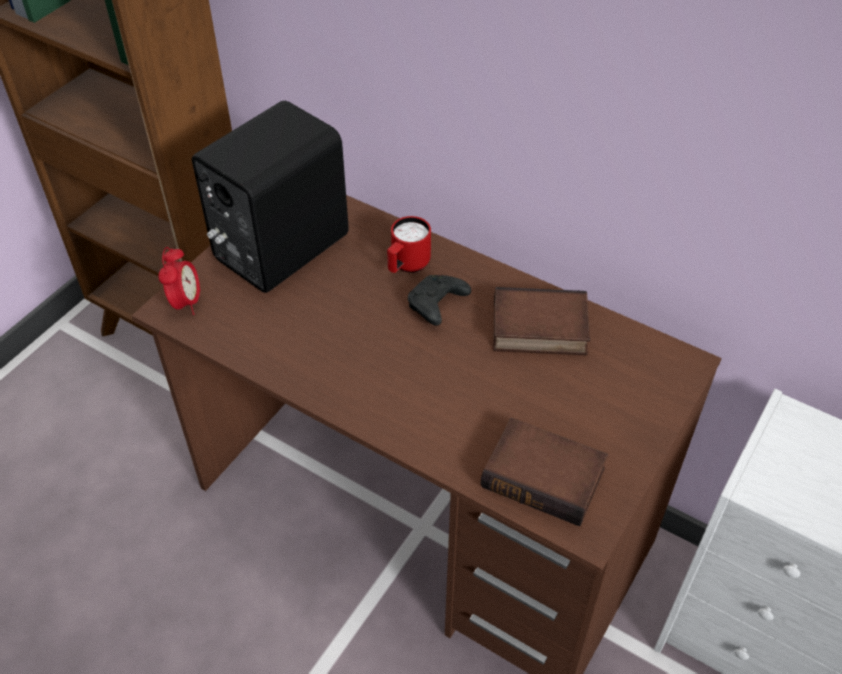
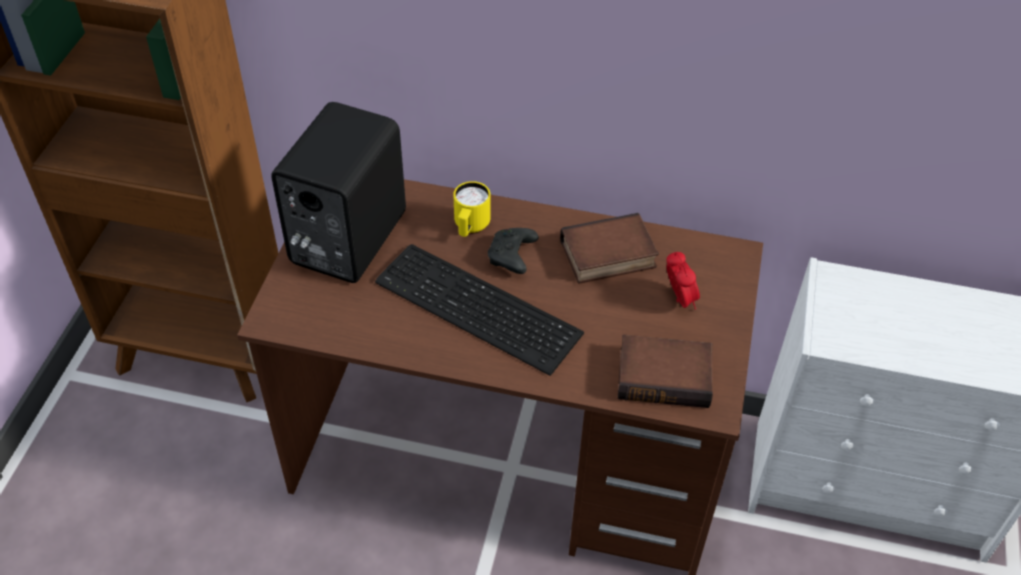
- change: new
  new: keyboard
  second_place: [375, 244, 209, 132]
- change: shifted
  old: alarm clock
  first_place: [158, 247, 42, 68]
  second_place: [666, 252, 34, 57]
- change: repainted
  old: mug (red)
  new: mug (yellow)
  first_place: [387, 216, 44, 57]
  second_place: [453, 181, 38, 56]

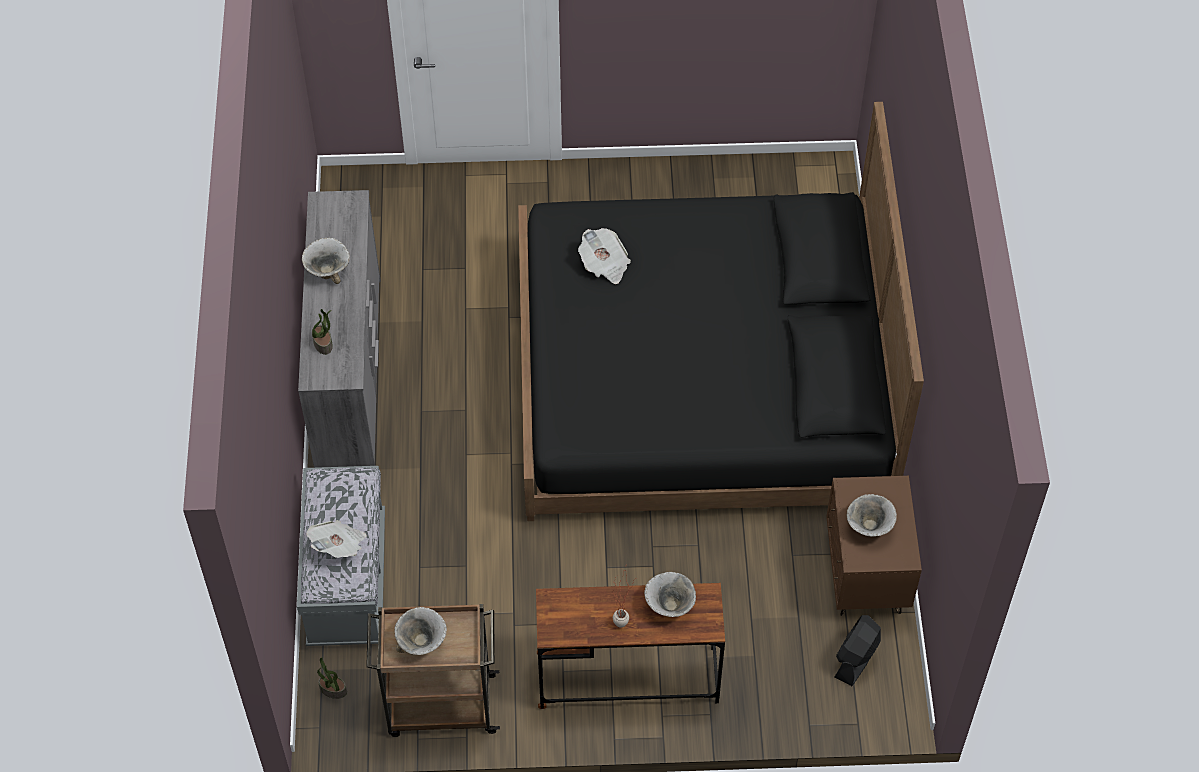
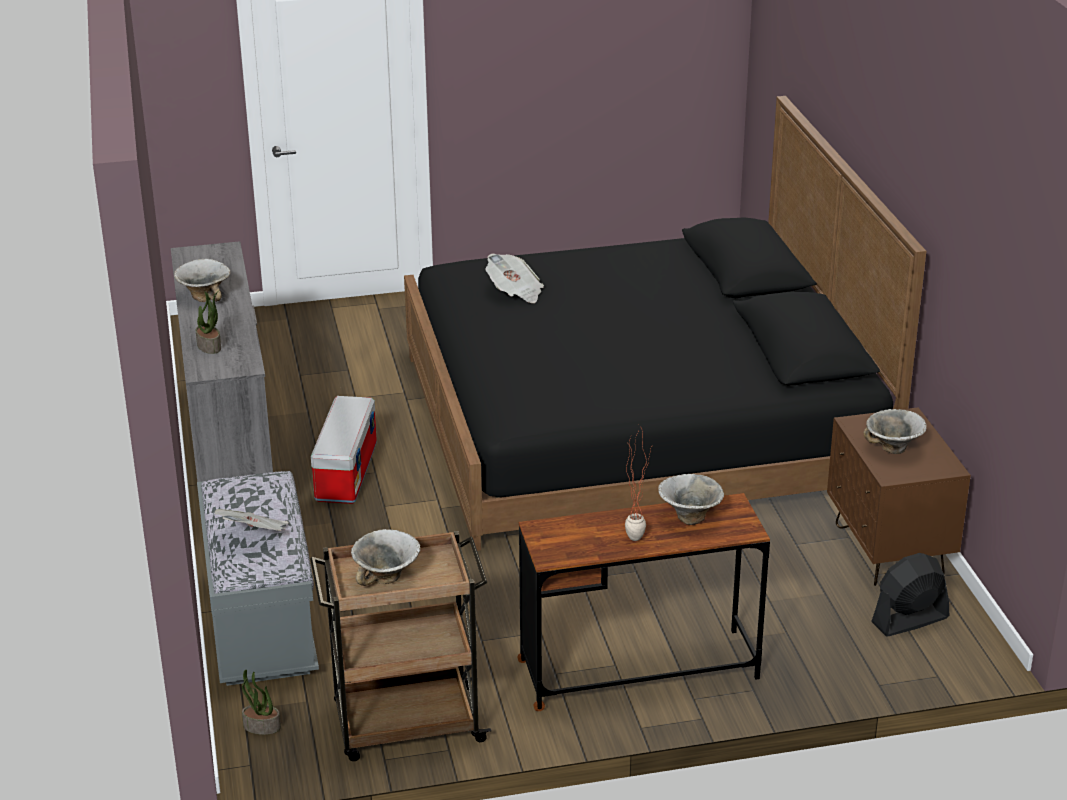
- change: new
  new: storage box
  second_place: [311, 396, 66, 108]
- change: rotated
  old: fan (black)
  first_place: [835, 615, 46, 71]
  second_place: [871, 553, 78, 83]
  degrees: 45

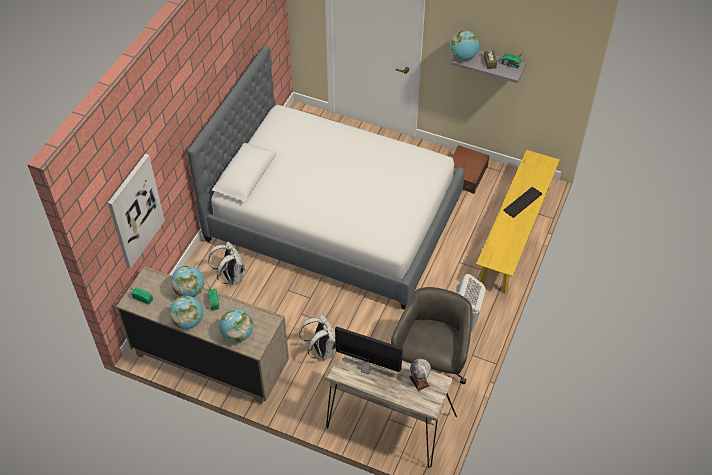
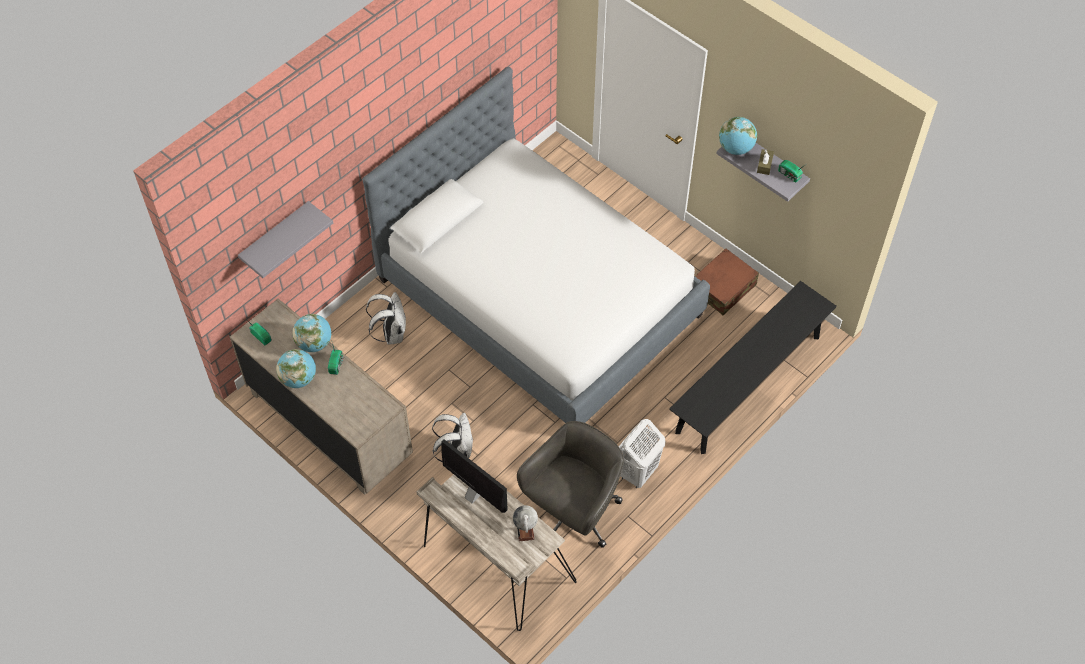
- change: gone
  old: globe
  first_place: [219, 308, 35, 34]
- change: gone
  old: keyboard
  first_place: [503, 187, 39, 31]
- change: swapped
  old: picture
  new: shelf (grey)
  first_place: [108, 154, 57, 115]
  second_place: [238, 201, 95, 77]
- change: repainted
  old: bench (yellow)
  new: bench (black)
  first_place: [476, 150, 84, 144]
  second_place: [669, 281, 168, 173]

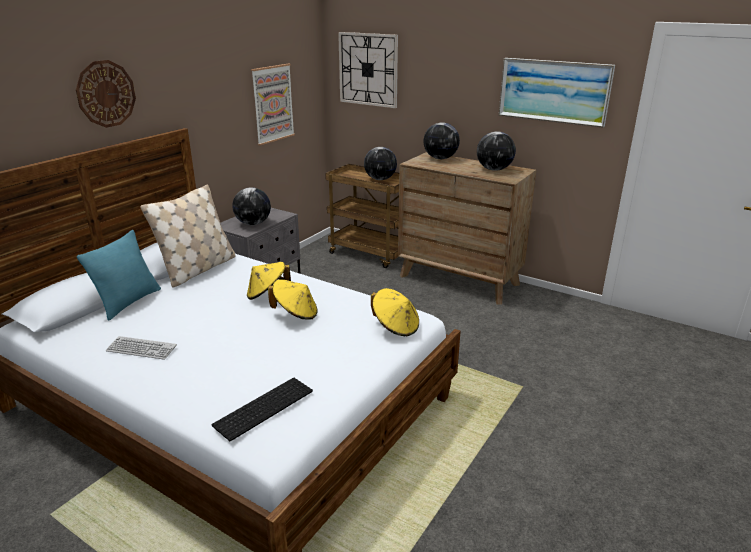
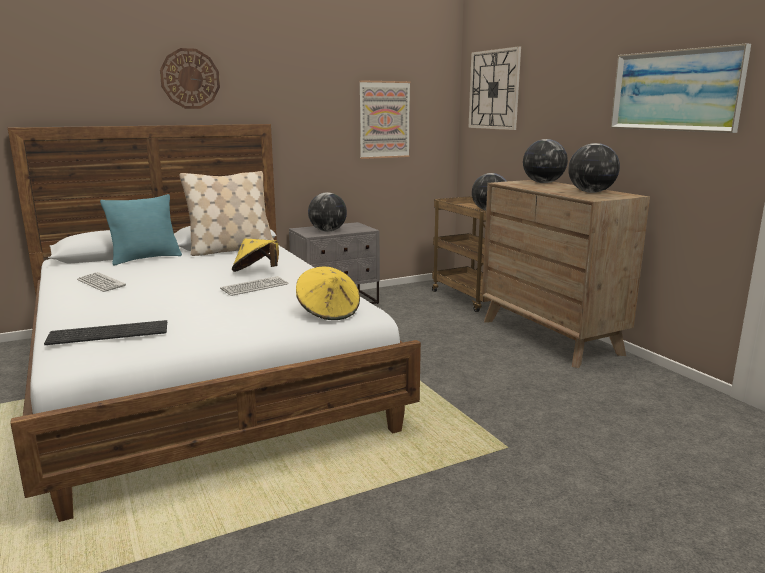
- change: swapped
  old: hat (yellow)
  new: keyboard
  first_place: [268, 279, 50, 41]
  second_place: [220, 276, 69, 20]

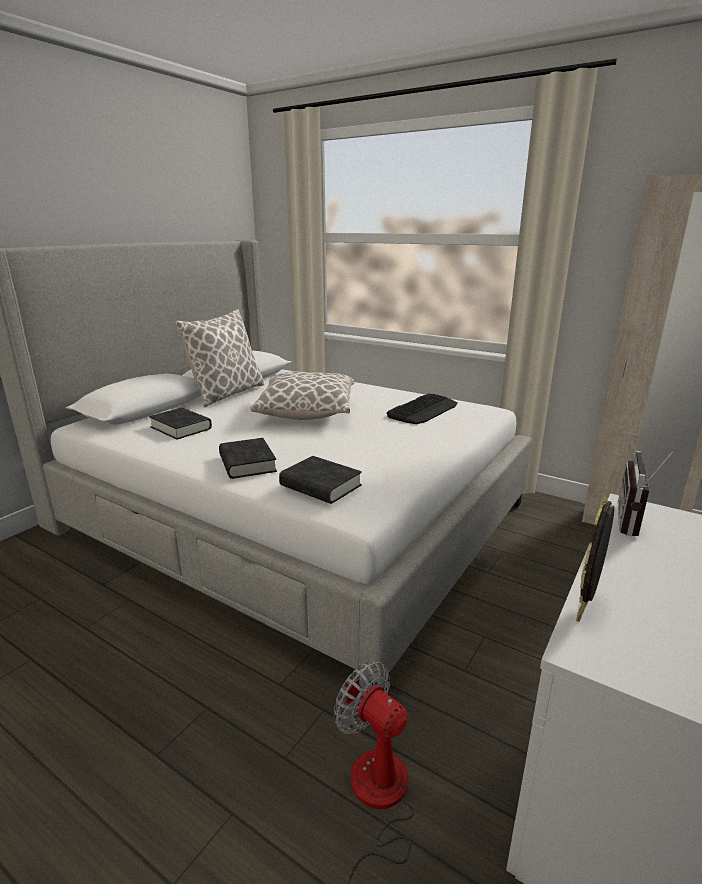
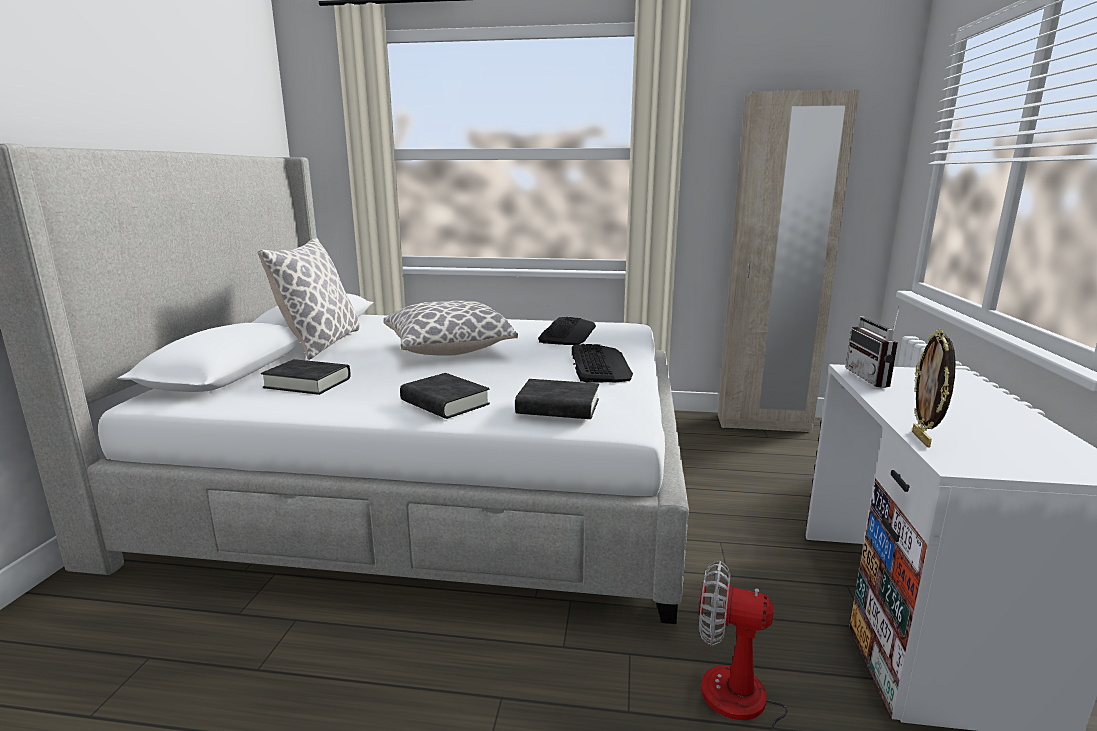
- change: new
  new: keyboard
  second_place: [572, 344, 61, 39]

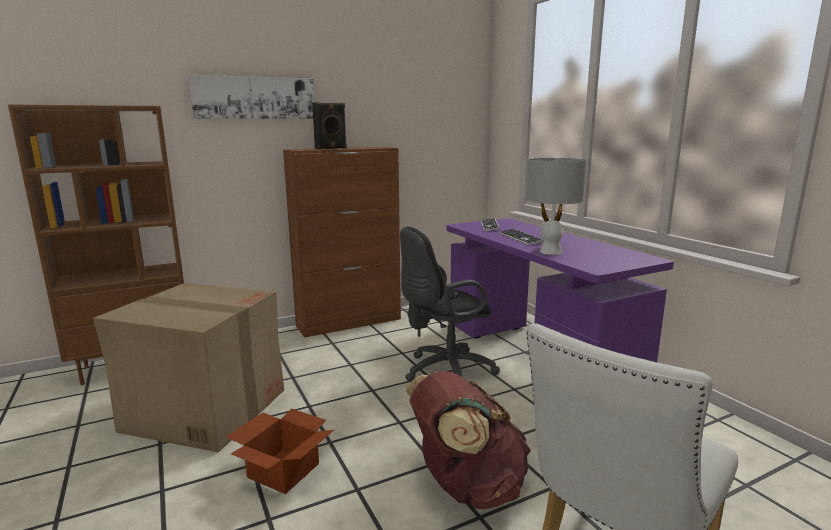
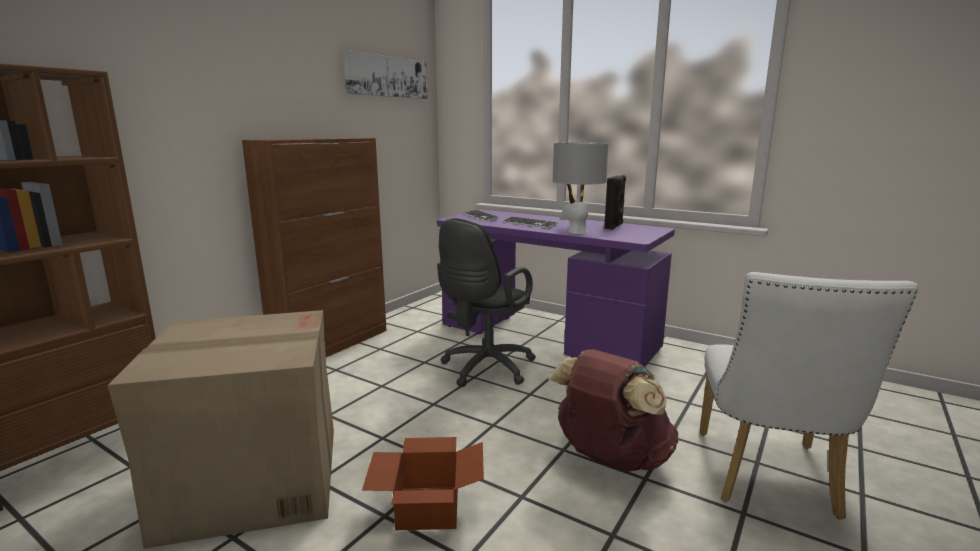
- change: shifted
  old: picture
  first_place: [188, 75, 126, 44]
  second_place: [343, 50, 84, 49]
- change: shifted
  old: speaker (black)
  first_place: [312, 102, 35, 47]
  second_place: [604, 175, 22, 55]

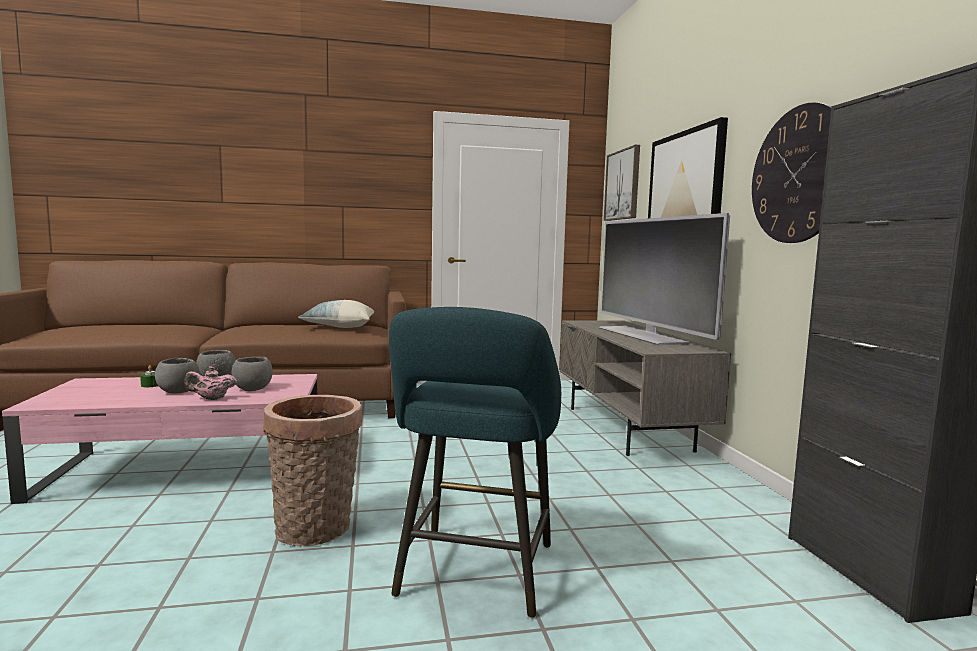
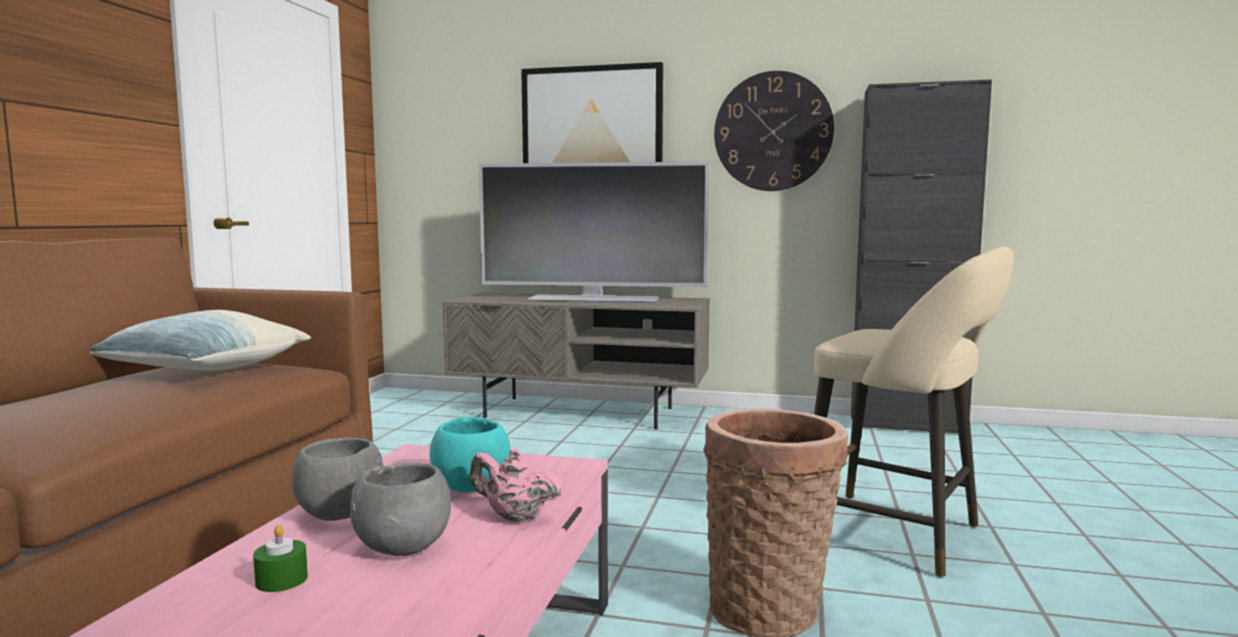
- change: gone
  old: picture
  first_place: [604, 145, 36, 76]
- change: repainted
  old: bowl (grey)
  new: bowl (turquoise)
  first_place: [232, 357, 41, 34]
  second_place: [430, 417, 81, 76]
- change: repainted
  old: stool (turquoise)
  new: stool (beige)
  first_place: [389, 307, 172, 311]
  second_place: [814, 247, 200, 331]
- change: rotated
  old: teapot (pink)
  first_place: [184, 366, 53, 34]
  second_place: [470, 448, 93, 75]
  degrees: 105

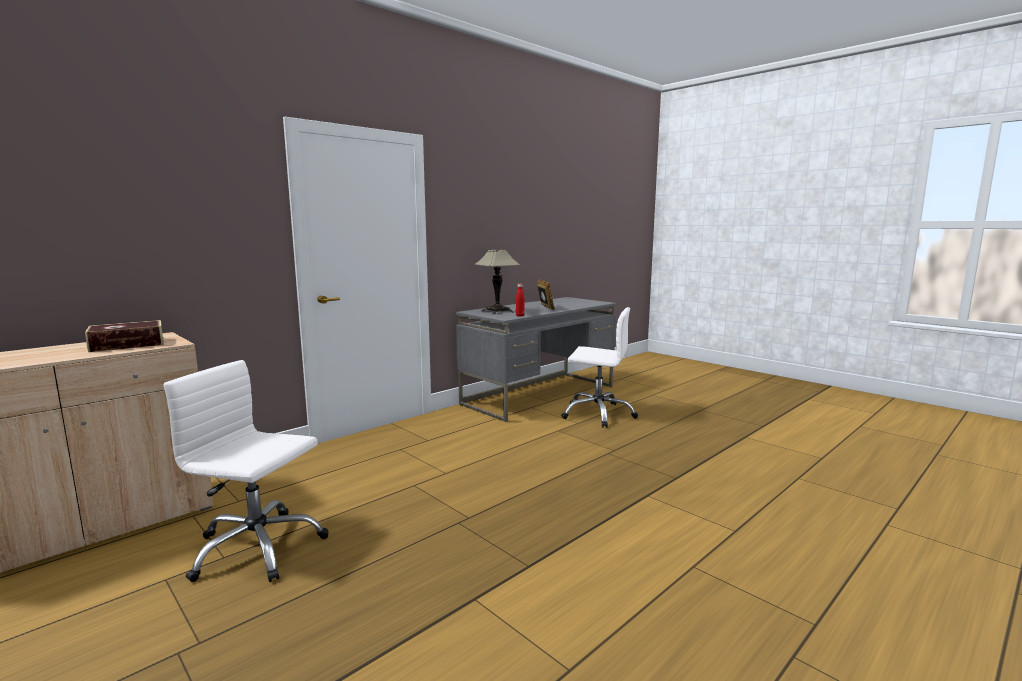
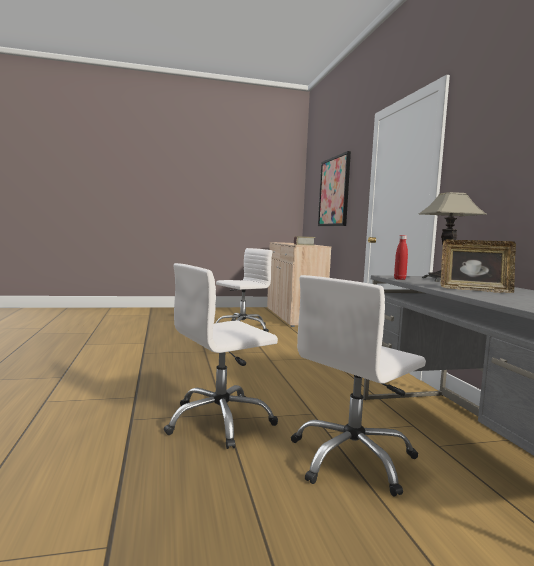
- change: new
  new: office chair (white)
  second_place: [164, 263, 114, 186]
- change: new
  new: picture
  second_place: [318, 151, 33, 75]

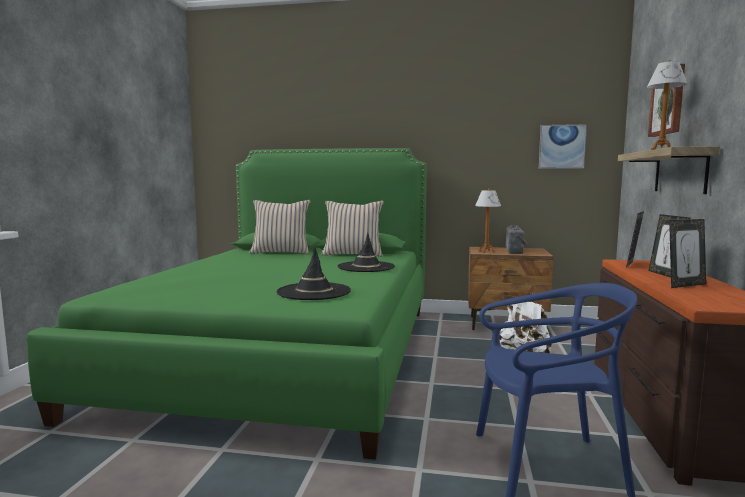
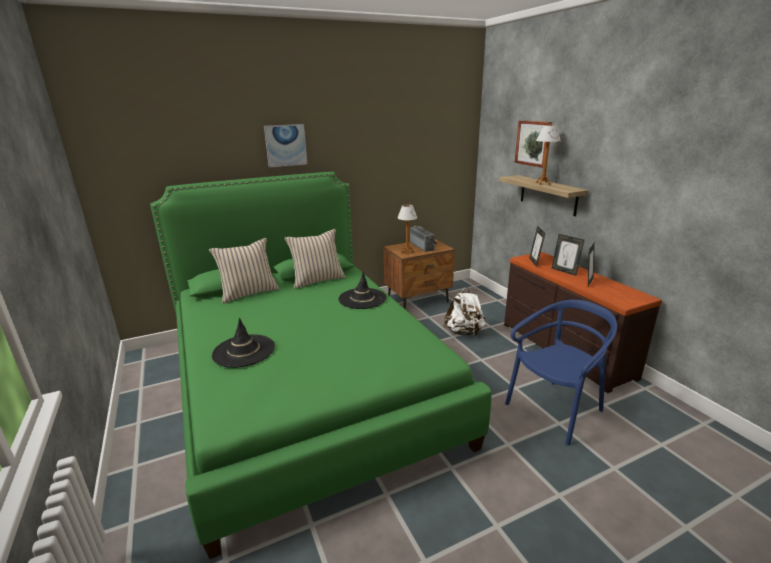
- change: shifted
  old: hat (black)
  first_place: [276, 247, 75, 53]
  second_place: [212, 318, 63, 50]
- change: shifted
  old: picture
  first_place: [539, 124, 48, 45]
  second_place: [264, 124, 44, 44]

